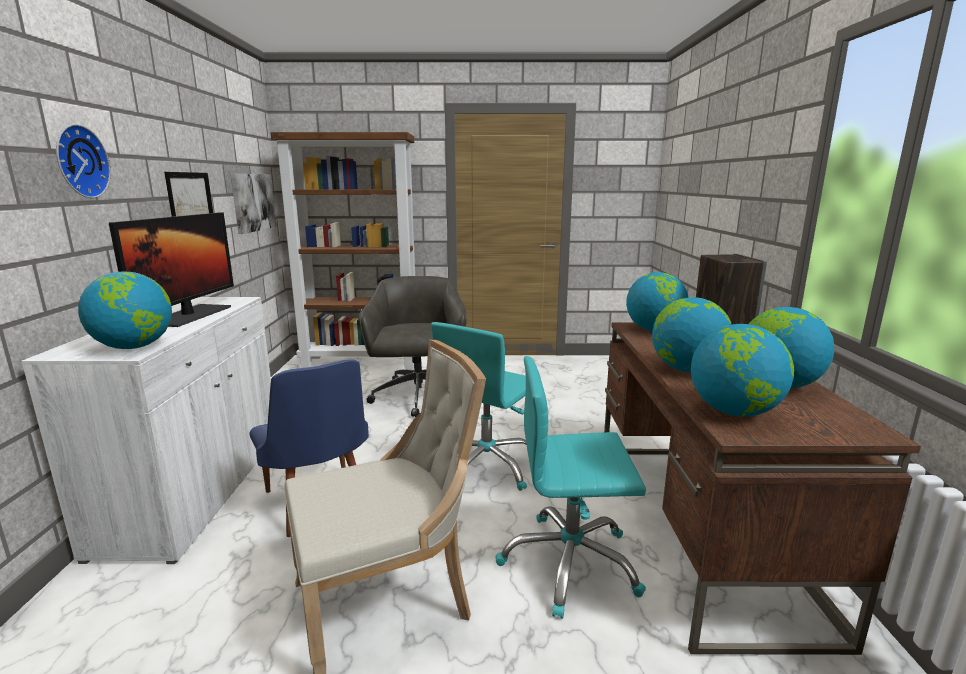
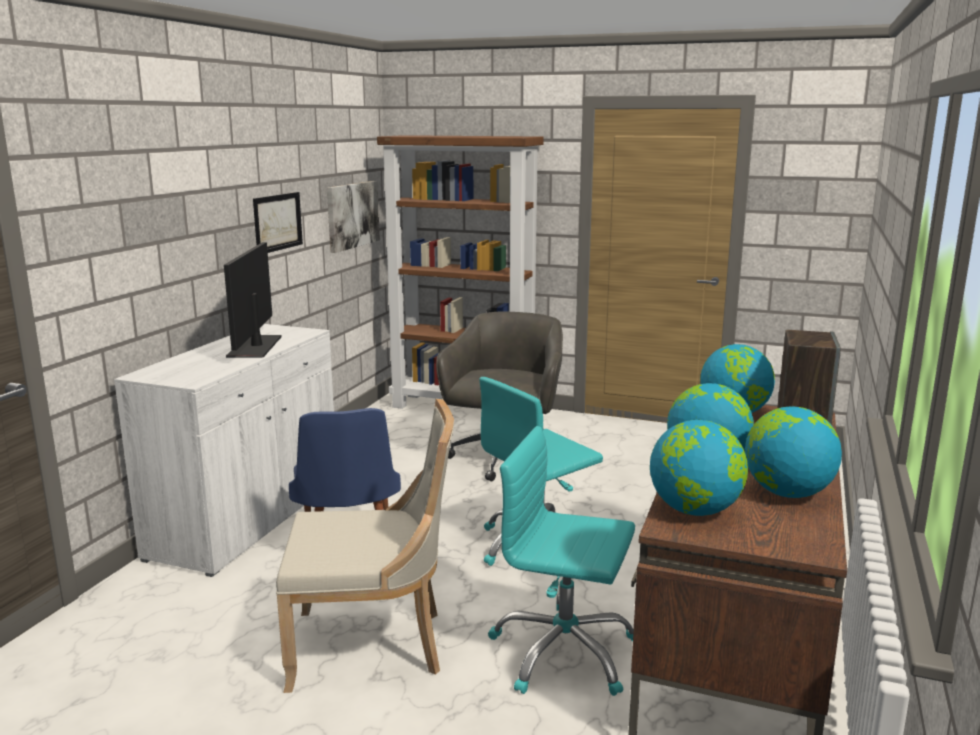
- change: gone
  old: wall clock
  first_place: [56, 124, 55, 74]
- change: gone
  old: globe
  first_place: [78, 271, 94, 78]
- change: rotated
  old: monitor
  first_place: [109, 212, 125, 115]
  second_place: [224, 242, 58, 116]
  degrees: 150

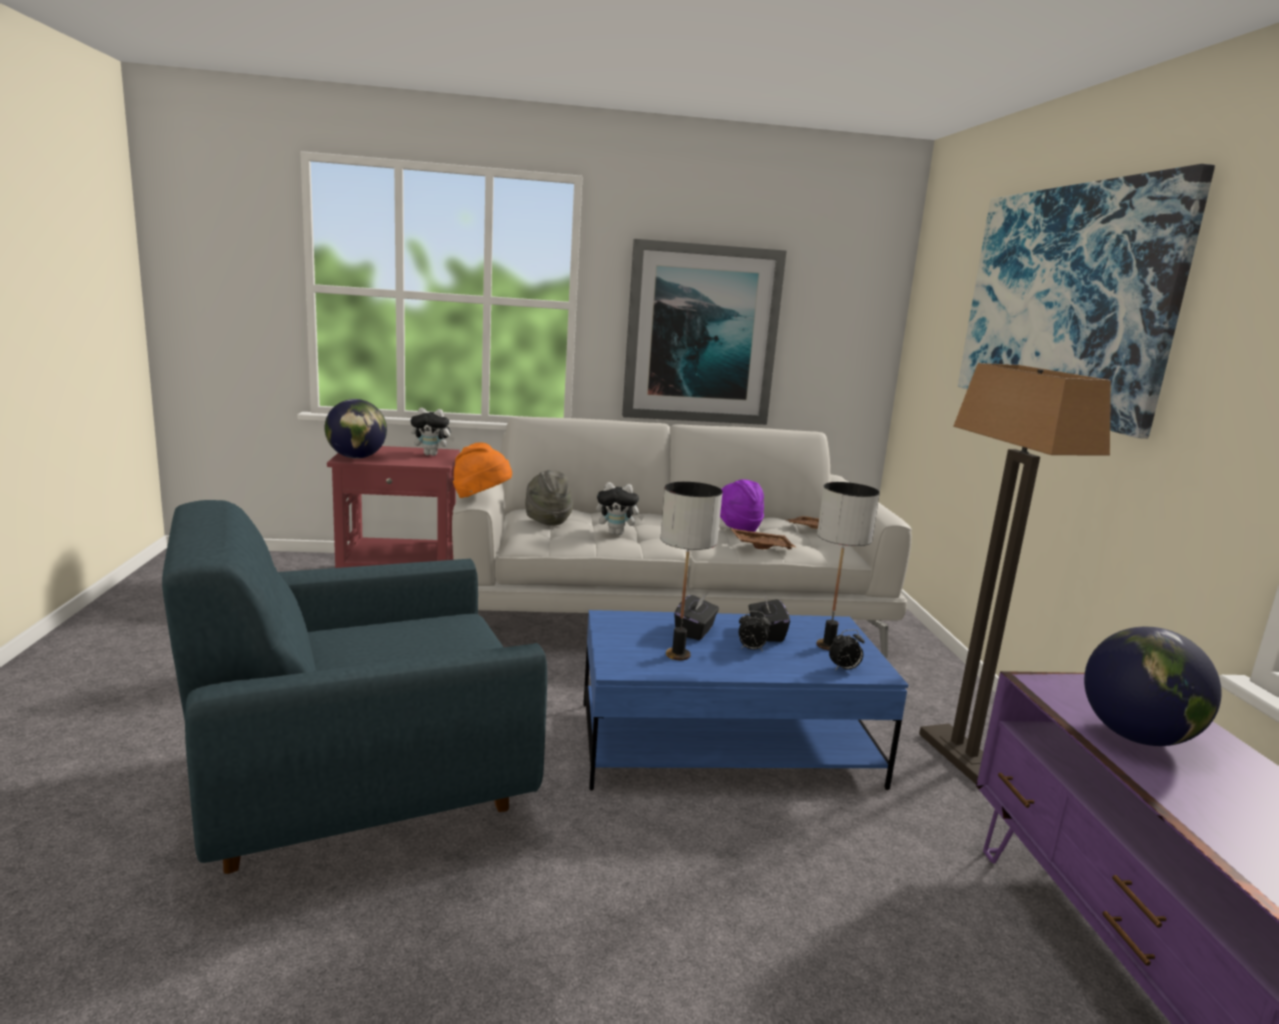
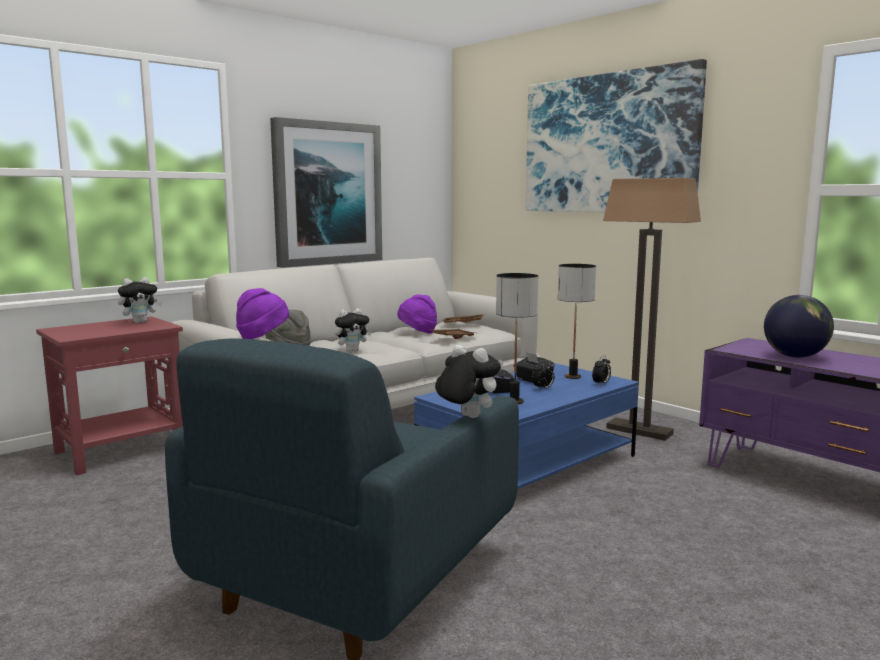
- change: gone
  old: globe
  first_place: [325, 399, 62, 60]
- change: new
  new: plush toy
  second_place: [435, 345, 66, 73]
- change: repainted
  old: hat (orange)
  new: hat (purple)
  first_place: [453, 442, 59, 56]
  second_place: [236, 288, 53, 51]

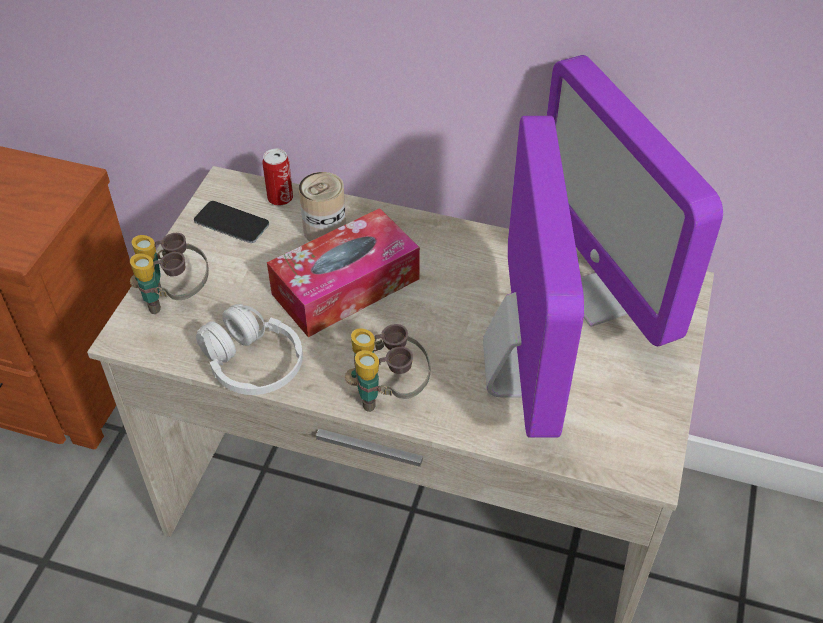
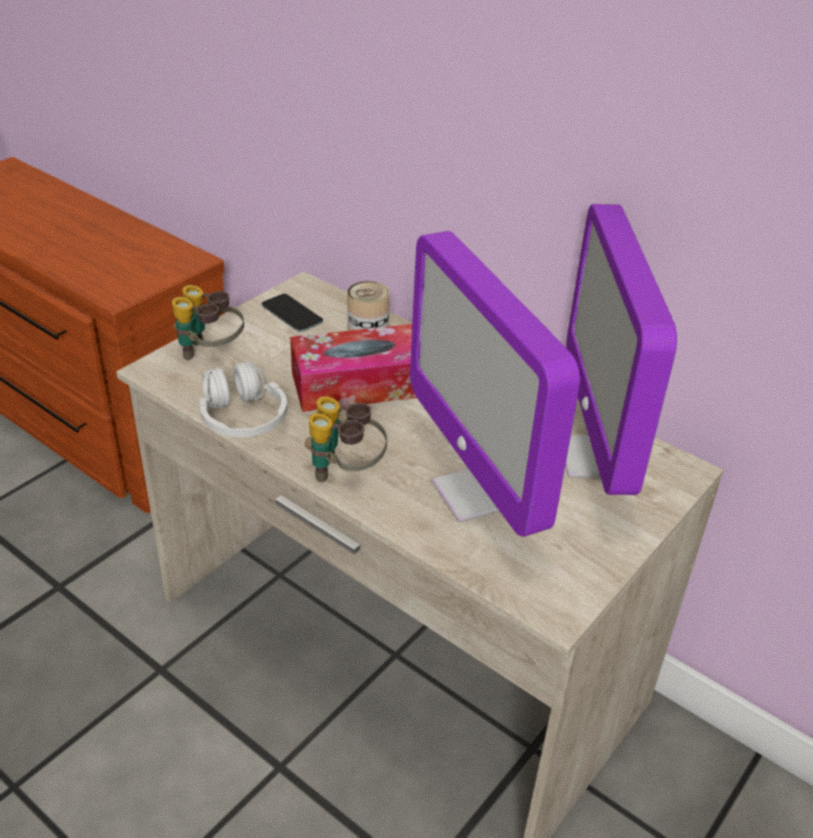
- change: gone
  old: can
  first_place: [262, 149, 31, 57]
- change: rotated
  old: monitor
  first_place: [483, 116, 101, 322]
  second_place: [410, 231, 170, 306]
  degrees: 135

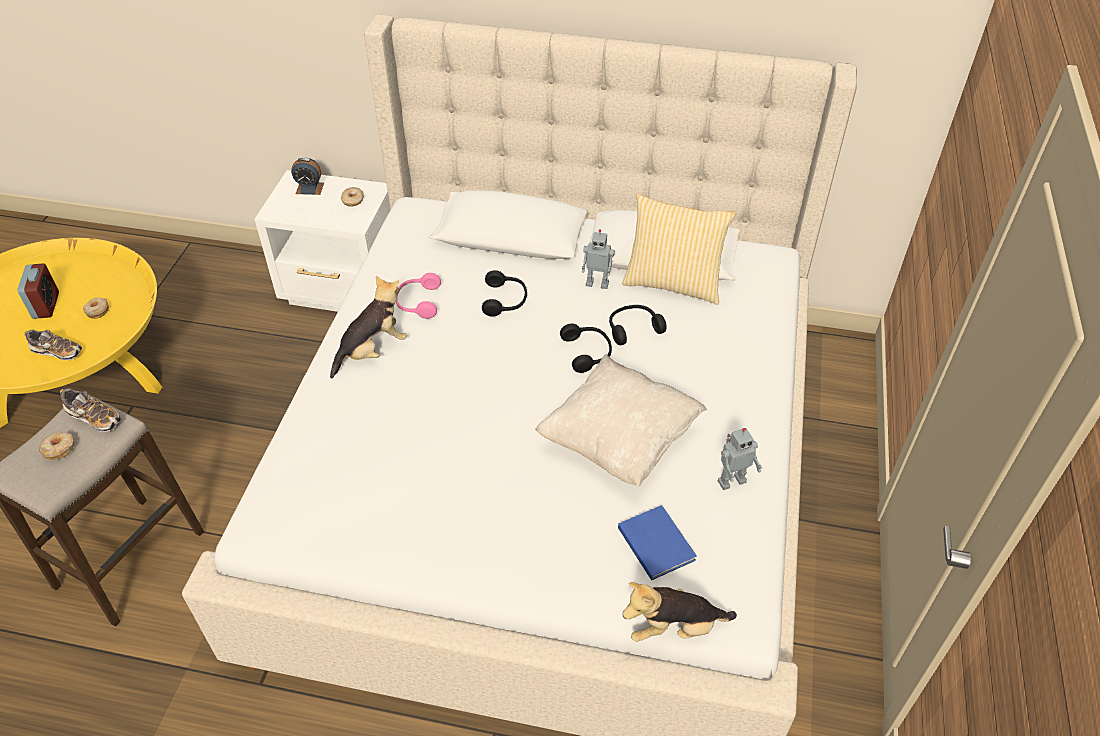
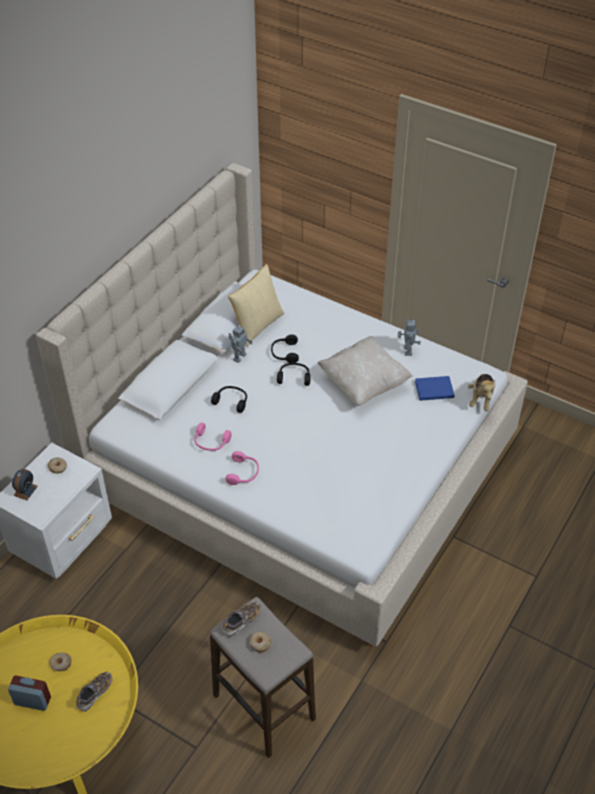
- change: swapped
  old: plush toy
  new: headphones (pink)
  first_place: [330, 276, 77, 103]
  second_place: [225, 451, 34, 34]

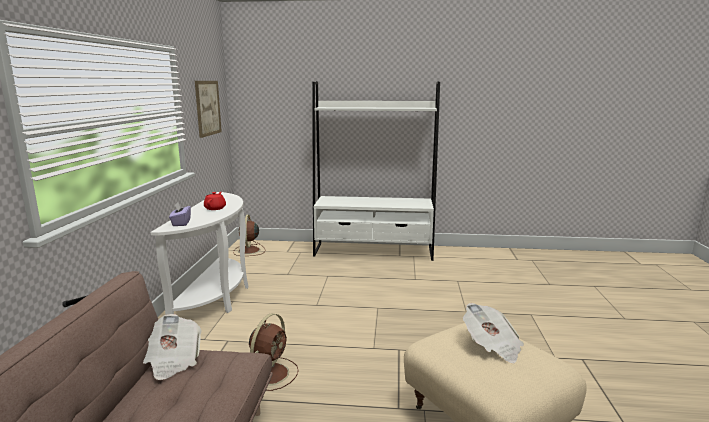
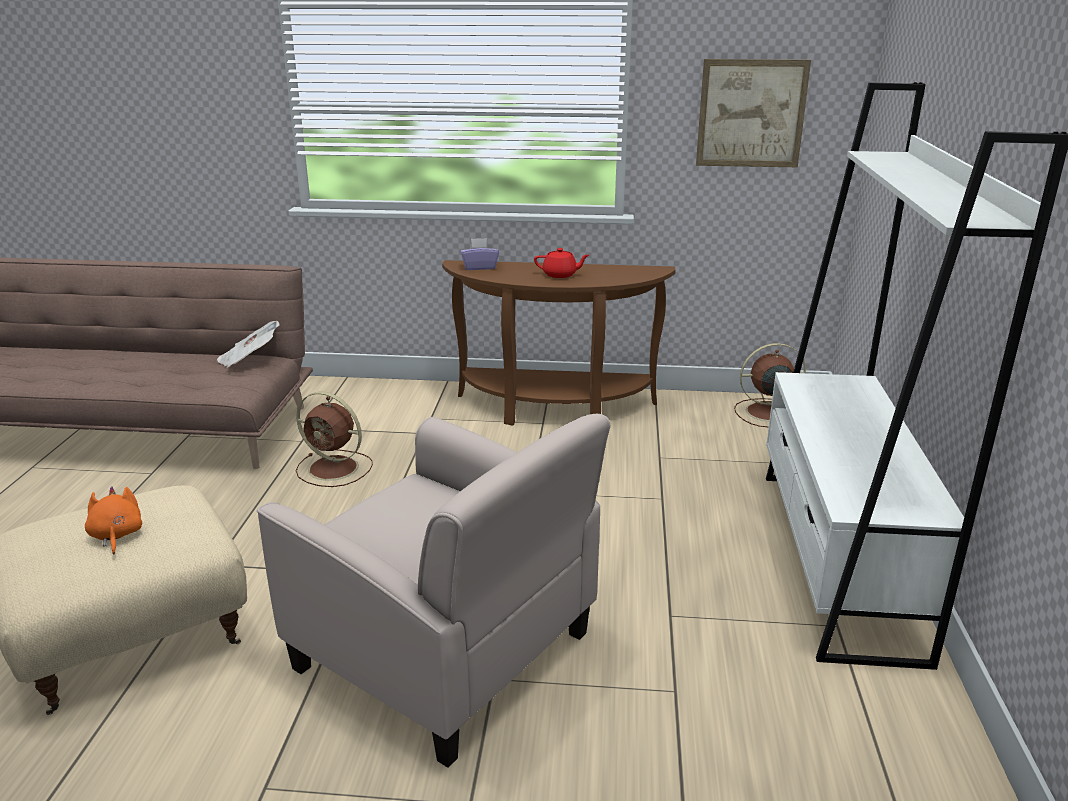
- change: new
  new: armchair (beige)
  second_place: [257, 414, 353, 354]
- change: swapped
  old: newspaper
  new: plush toy (orange)
  first_place: [463, 303, 61, 60]
  second_place: [85, 487, 57, 68]
- change: repainted
  old: console table (white)
  new: console table (brown)
  first_place: [150, 192, 98, 123]
  second_place: [442, 260, 234, 166]

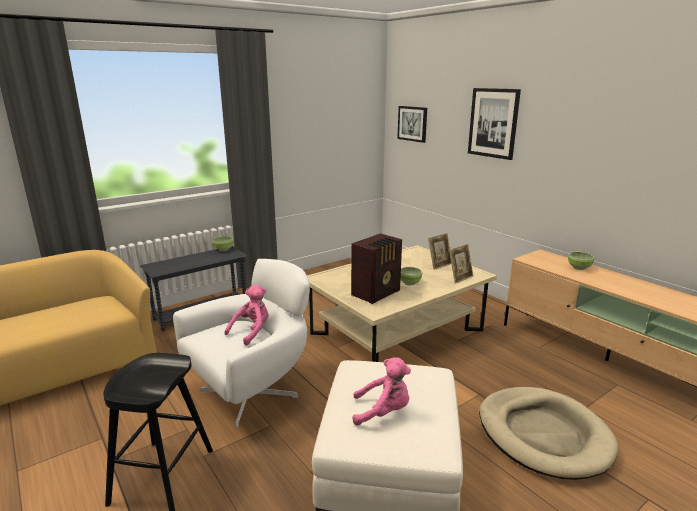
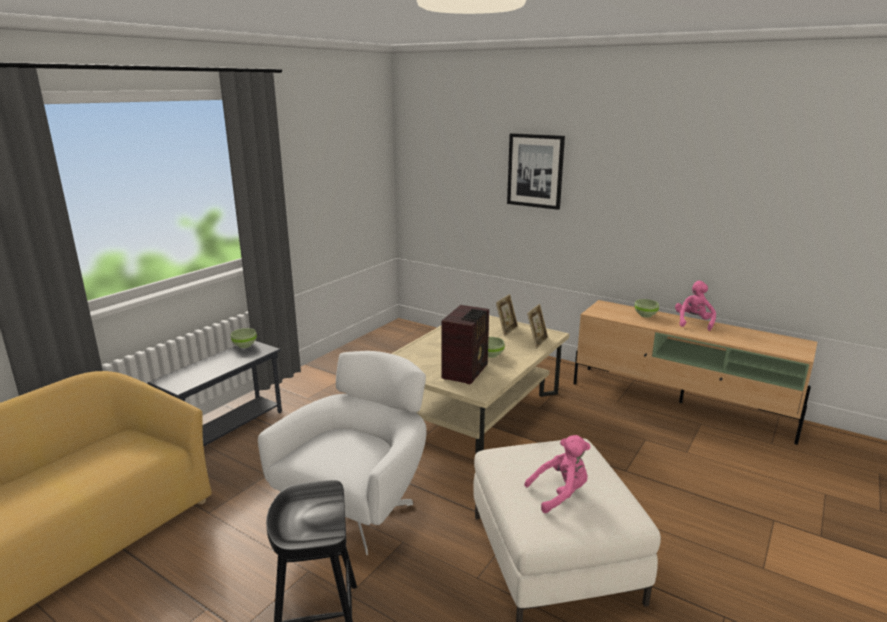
- change: gone
  old: picture
  first_place: [397, 106, 30, 37]
- change: gone
  old: dog bed (beige)
  first_place: [479, 387, 140, 93]
- change: shifted
  old: plush toy (pink)
  first_place: [224, 285, 45, 61]
  second_place: [675, 281, 41, 50]

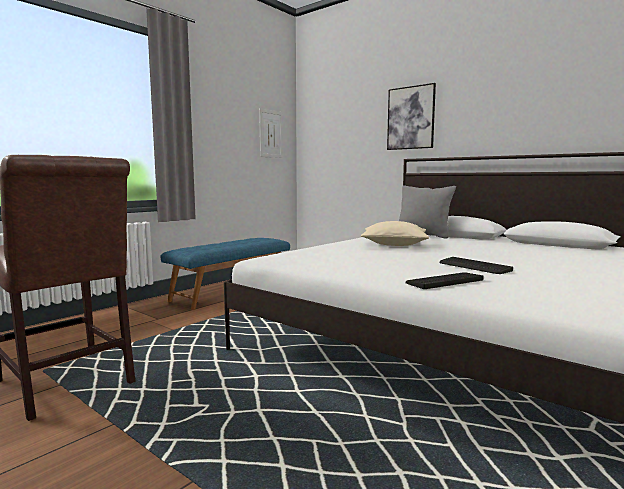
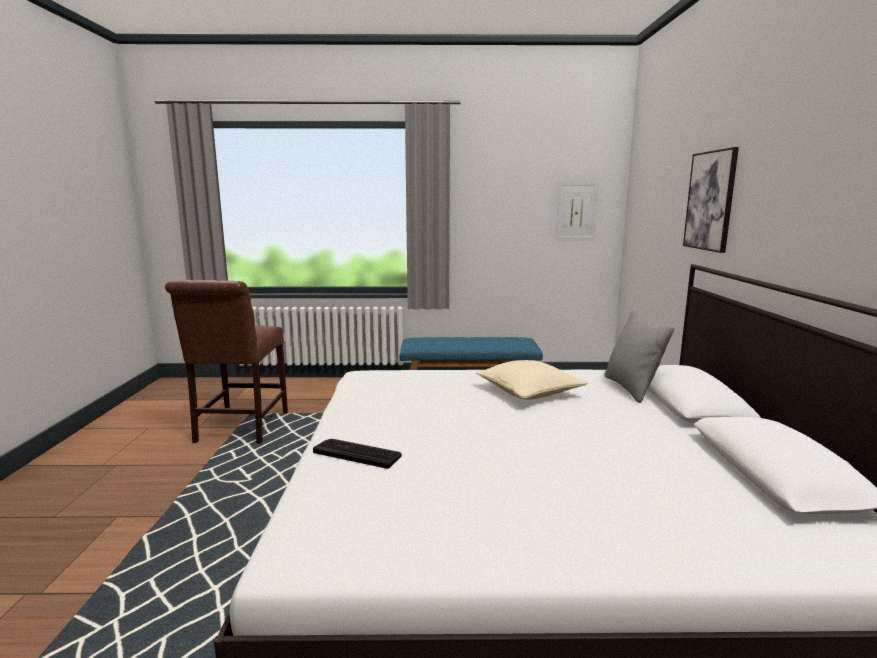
- change: gone
  old: keyboard
  first_place: [440, 257, 73, 17]

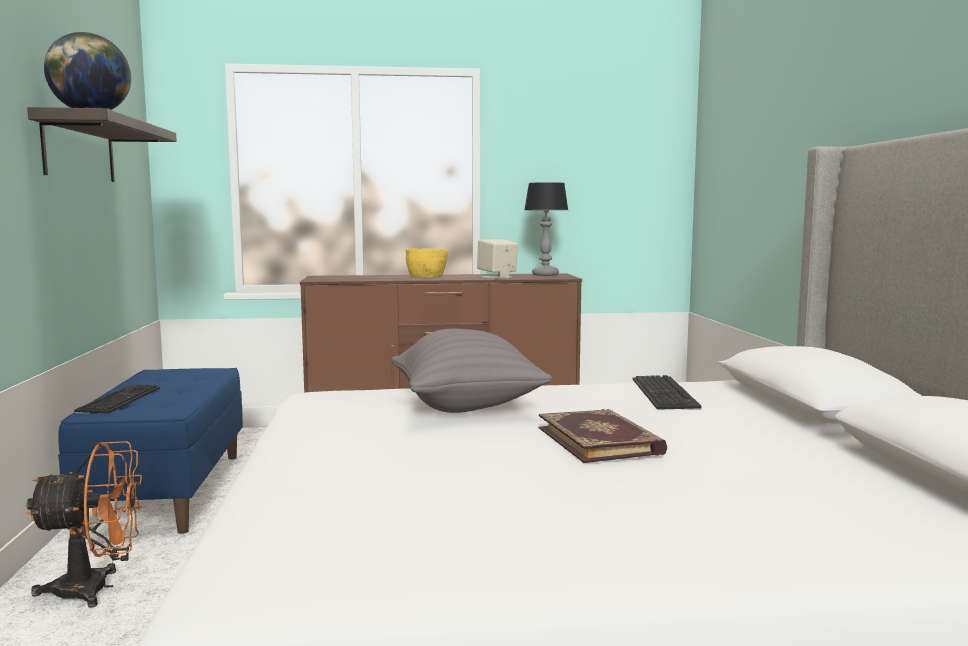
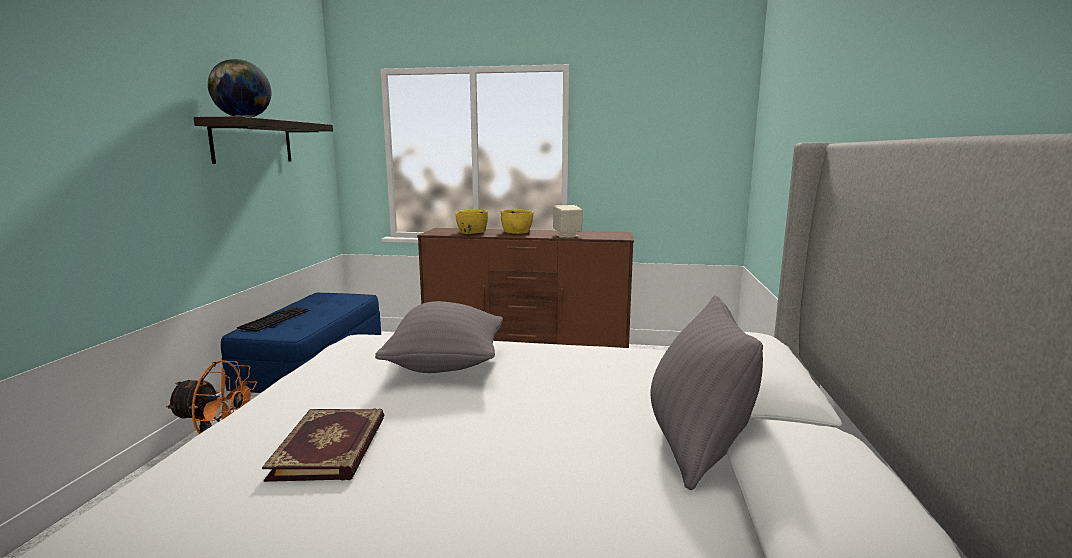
- change: gone
  old: table lamp
  first_place: [524, 182, 44, 94]
- change: gone
  old: keyboard
  first_place: [633, 375, 68, 35]
- change: new
  new: bowl (yellow)
  second_place: [455, 210, 33, 24]
- change: new
  new: pillow (grey)
  second_place: [651, 295, 112, 195]
- change: shifted
  old: book
  first_place: [539, 409, 128, 54]
  second_place: [262, 409, 122, 73]

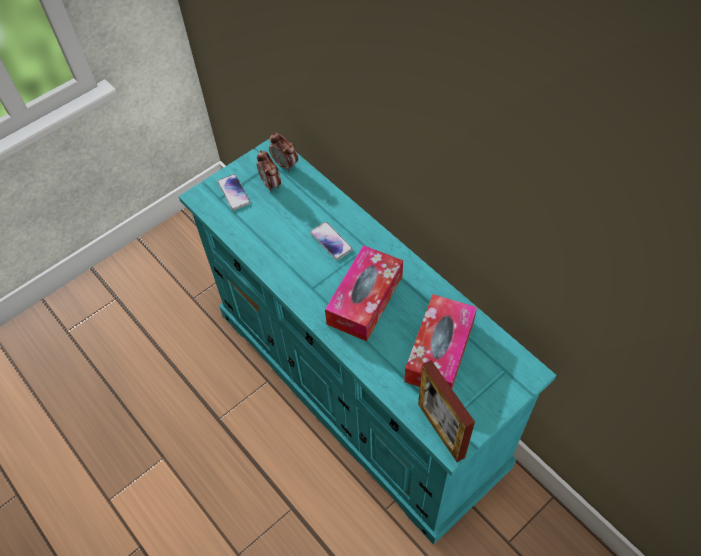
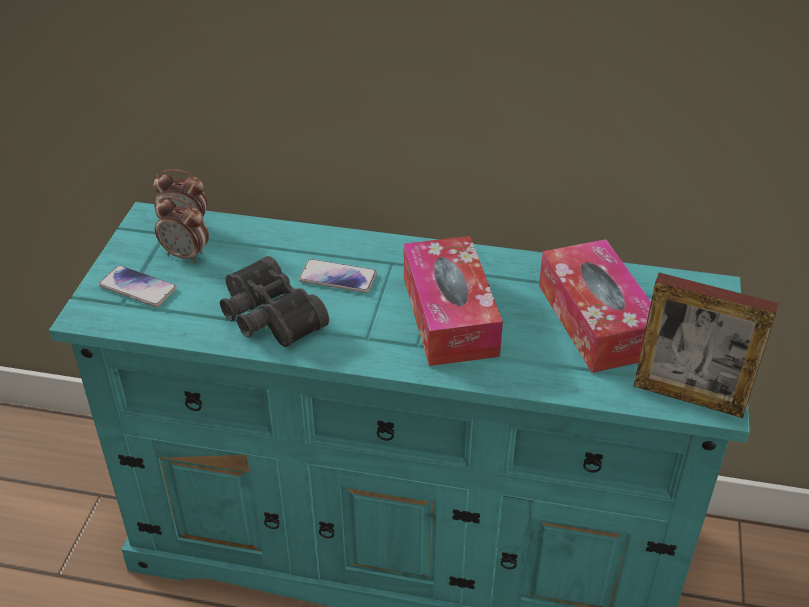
- change: new
  new: binoculars (black)
  second_place: [220, 256, 109, 91]

